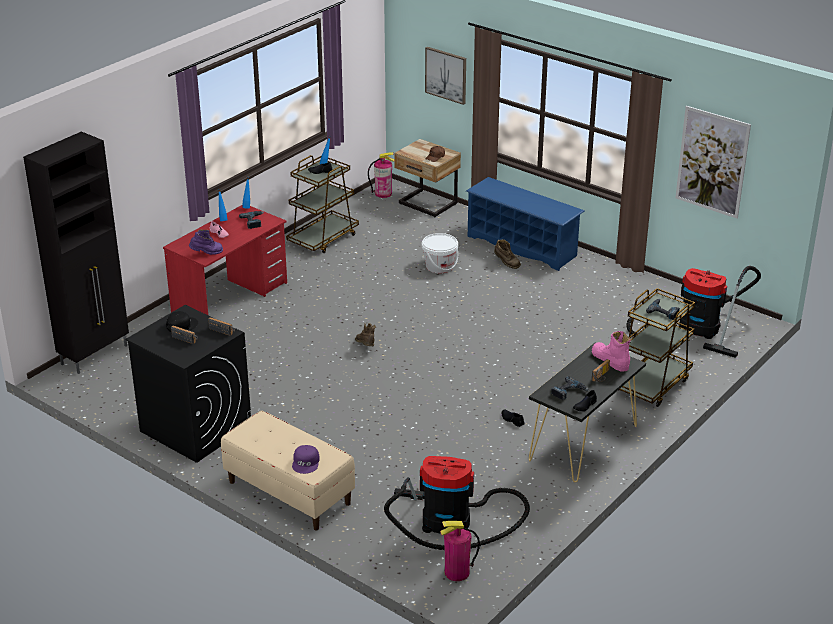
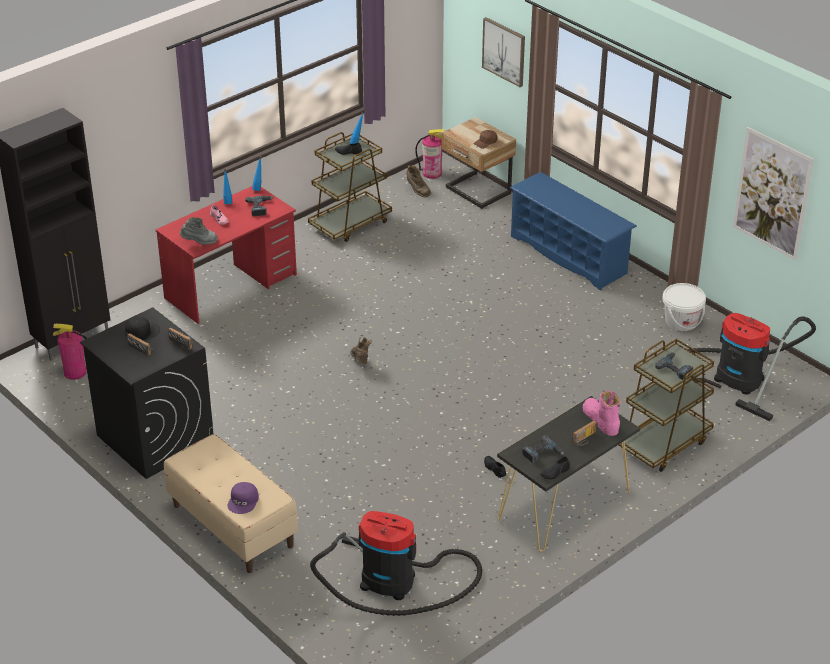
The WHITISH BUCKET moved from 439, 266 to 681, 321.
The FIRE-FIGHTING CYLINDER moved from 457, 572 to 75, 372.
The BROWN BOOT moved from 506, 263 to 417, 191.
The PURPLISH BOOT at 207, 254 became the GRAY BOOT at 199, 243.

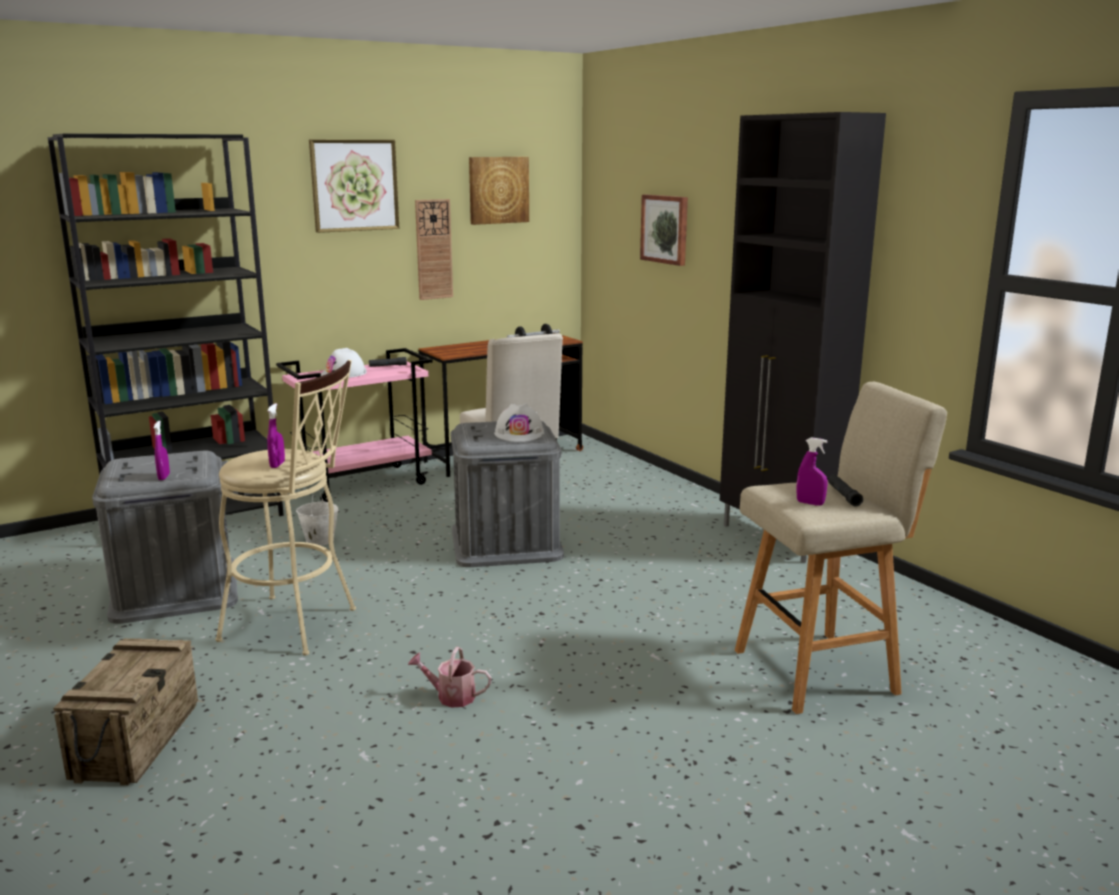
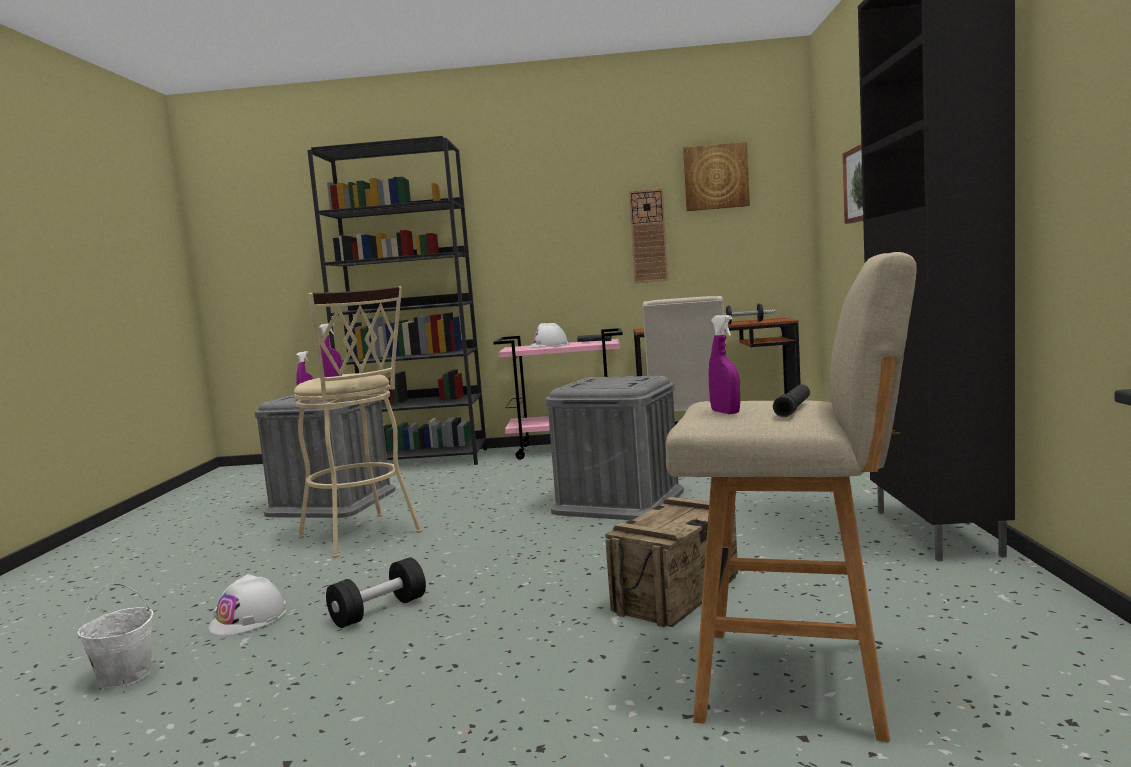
The PICTURE at 354, 185 disappeared.
The PACKING CRATE moved from 136, 740 to 676, 593.
The WHITISH BUCKET moved from 319, 540 to 125, 676.
The WHITISH SAFETY HELMET moved from 519, 433 to 249, 618.
The SPRINKLING CAN at 451, 696 was replaced by the BLACKISH FREE WEIGHT at 379, 611.

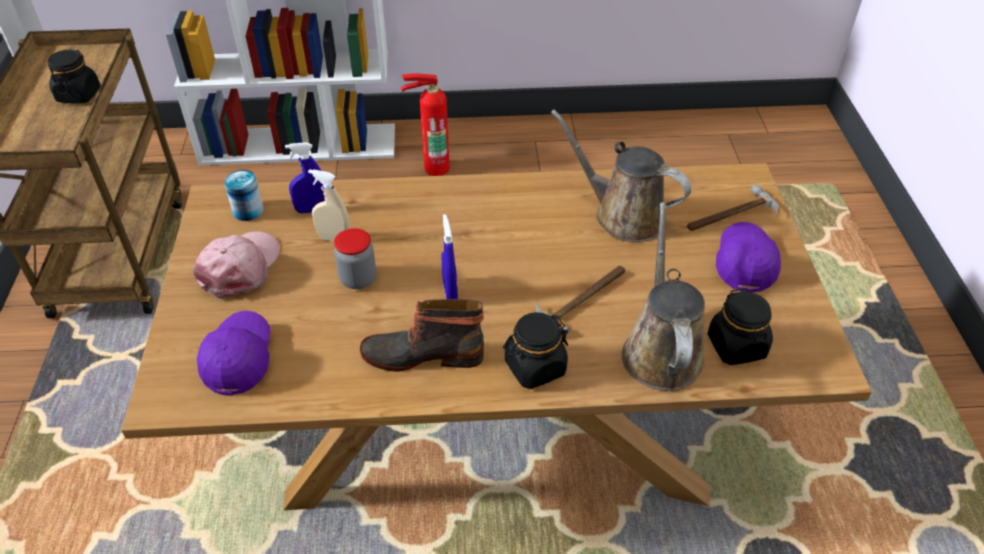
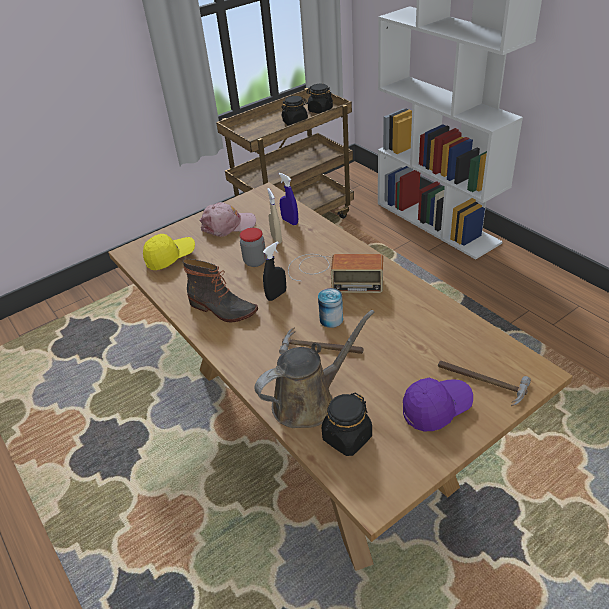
The FIRE-FIGHTING CYLINDER at 434, 167 disappeared.
The BROWN SPRINKLING CAN at 623, 215 disappeared.
The RADIO RECEIVER at 332, 274 appeared.
The METAL CAN moved from 248, 211 to 331, 319.
The BLACKISH JAR moved from 534, 367 to 320, 110.
The PURPLISH CAP at 239, 359 became the YELLOW-COLOURED CAP at 170, 257.
The BLUE SPRAYER at 450, 291 became the BLACKISH SPRAYER at 276, 295.
The BOOT at 423, 354 turned 150 degrees clockwise.

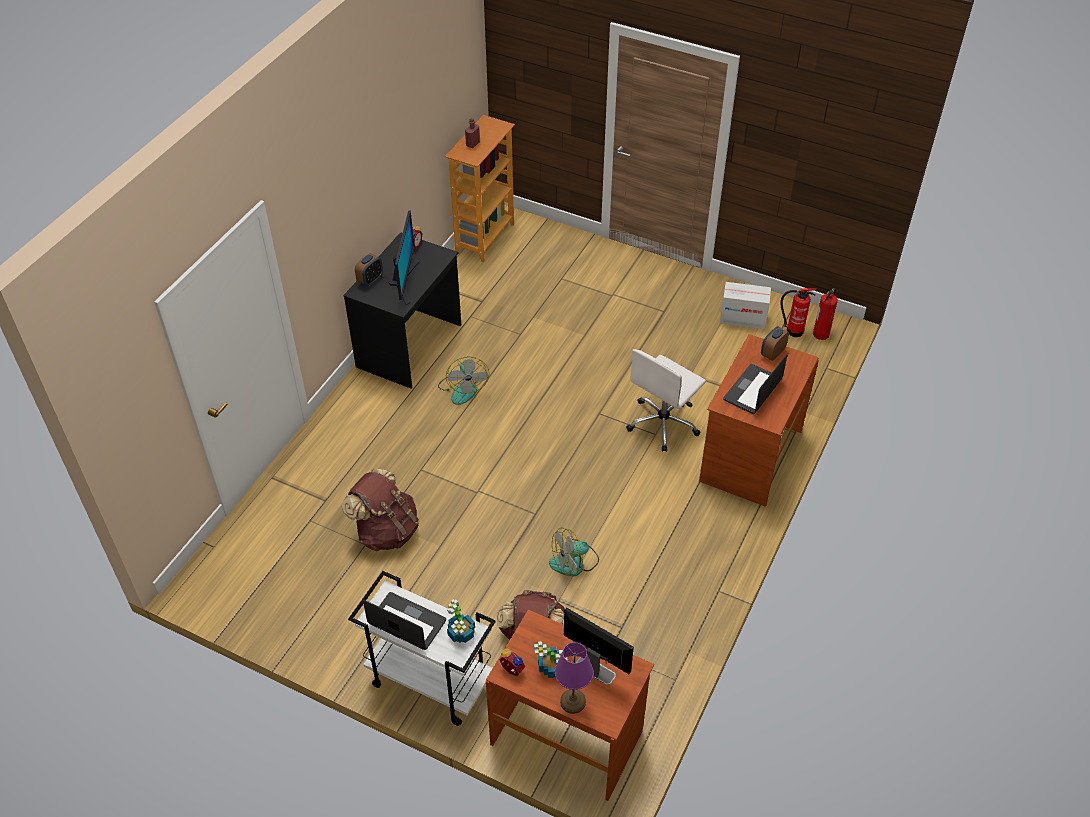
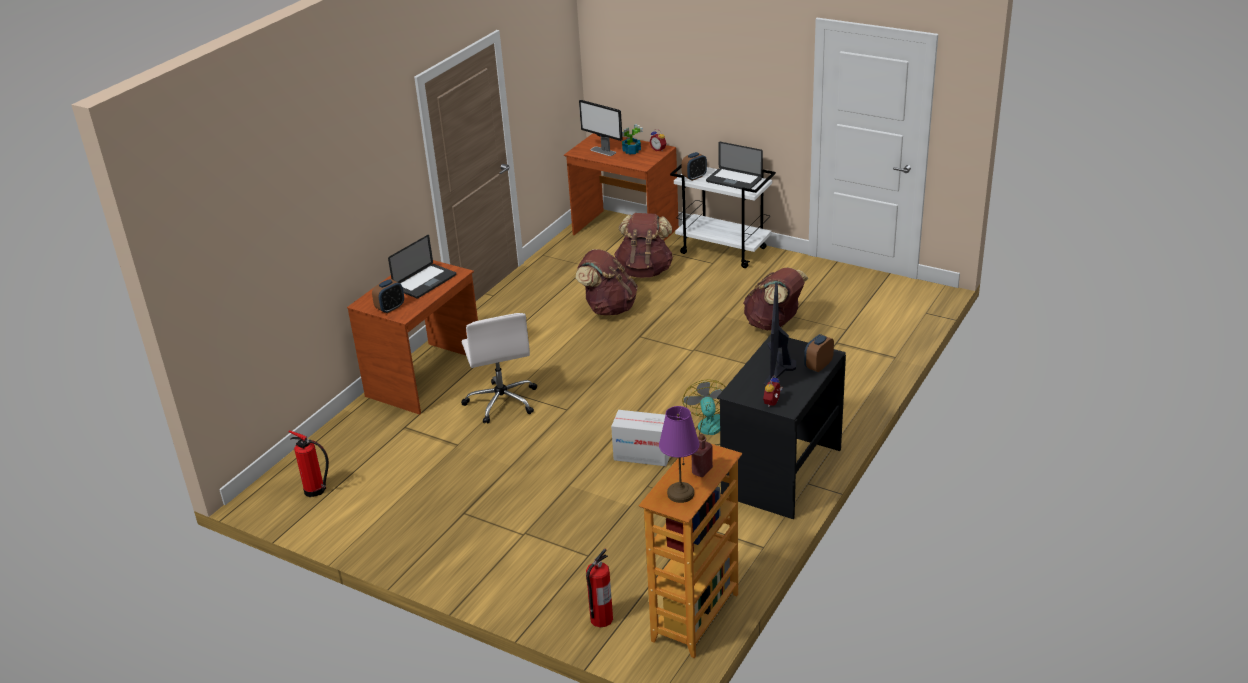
The PURPLISH TABLE LAMP moved from 573, 701 to 680, 494.
The CARDBOARD BOX moved from 742, 318 to 643, 454.
The FIRE-FIGHTING CYLINDER moved from 821, 333 to 601, 619.
The HOUSEPLANT at 461, 633 was replaced by the ALARM CLOCK at 694, 177.
The ELECTRIC FAN at 574, 562 was replaced by the BROWN BACKPACK at 608, 308.
The WHITISH COMPUTER CHAIR at 663, 423 turned 120 degrees clockwise.

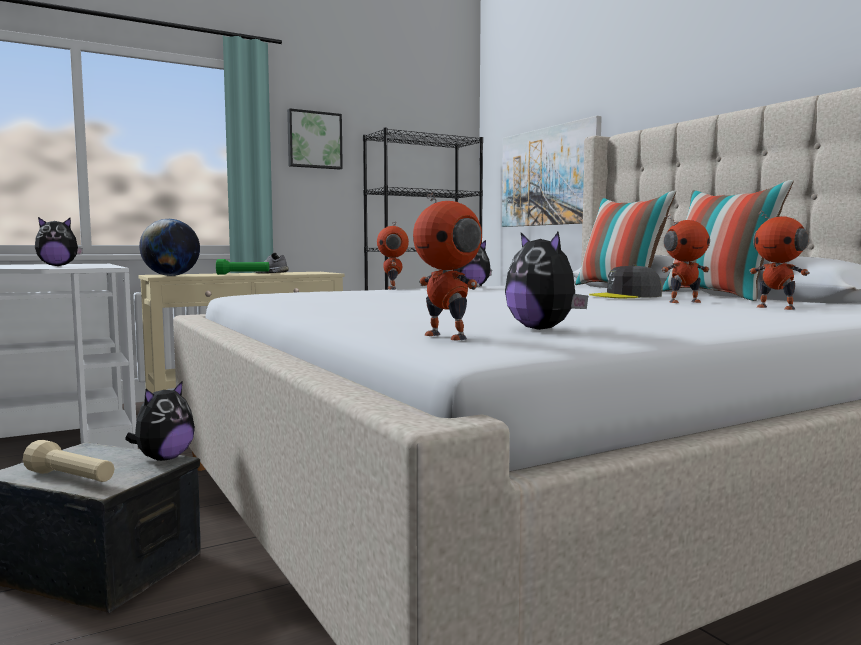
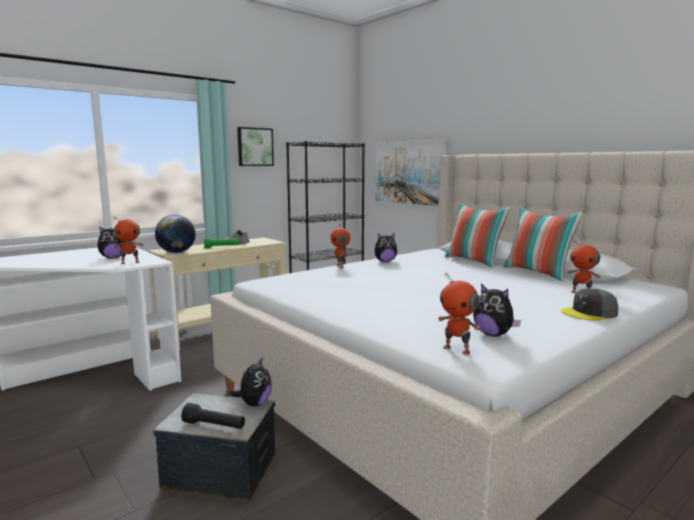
The GRAY CAP moved from 626, 296 to 589, 313.
The MODEL ROBOT moved from 684, 302 to 130, 262.
The SAND-COLOURED HAND TORCH at 71, 479 became the BLACKISH HAND TORCH at 214, 426.

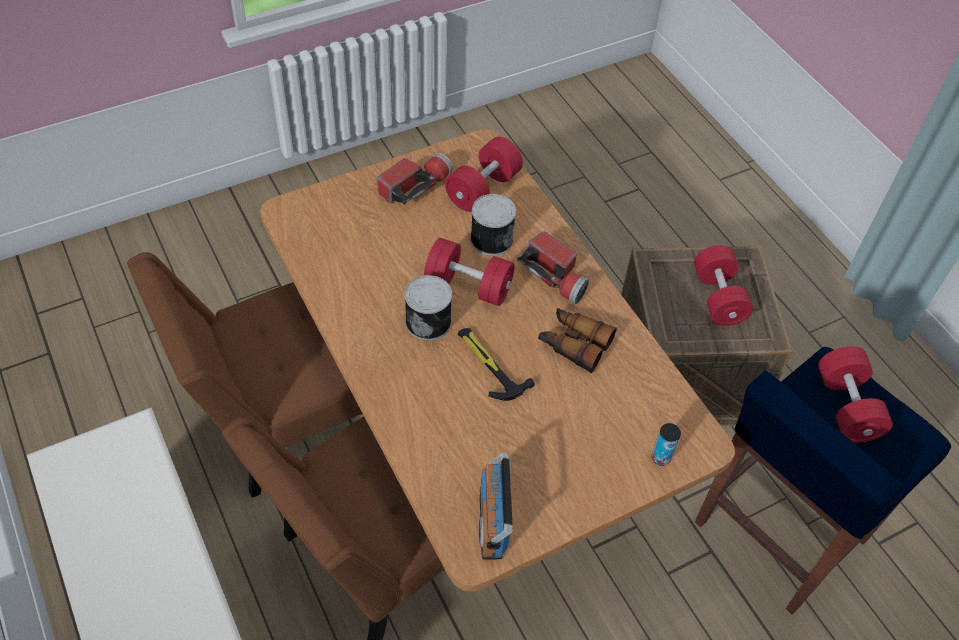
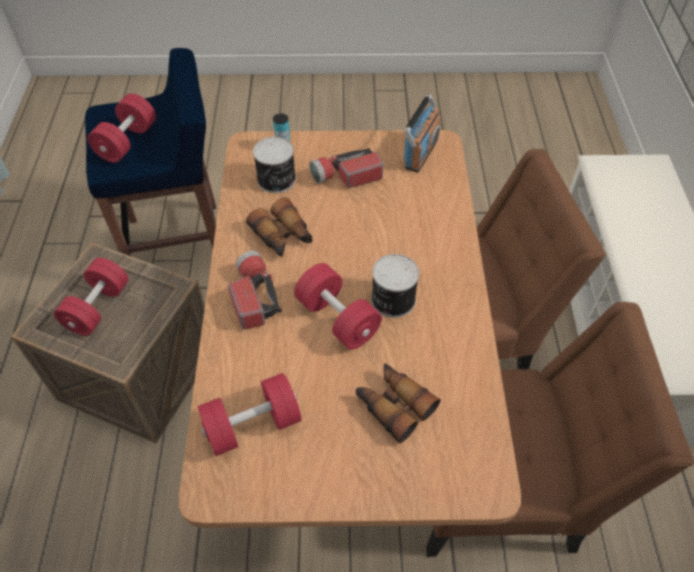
The TOOL HAMMER at 488, 364 disappeared.
The BINOCULARS at 393, 405 appeared.
The HAND TORCH moved from 415, 186 to 346, 176.
The METAL CAN moved from 490, 238 to 276, 180.

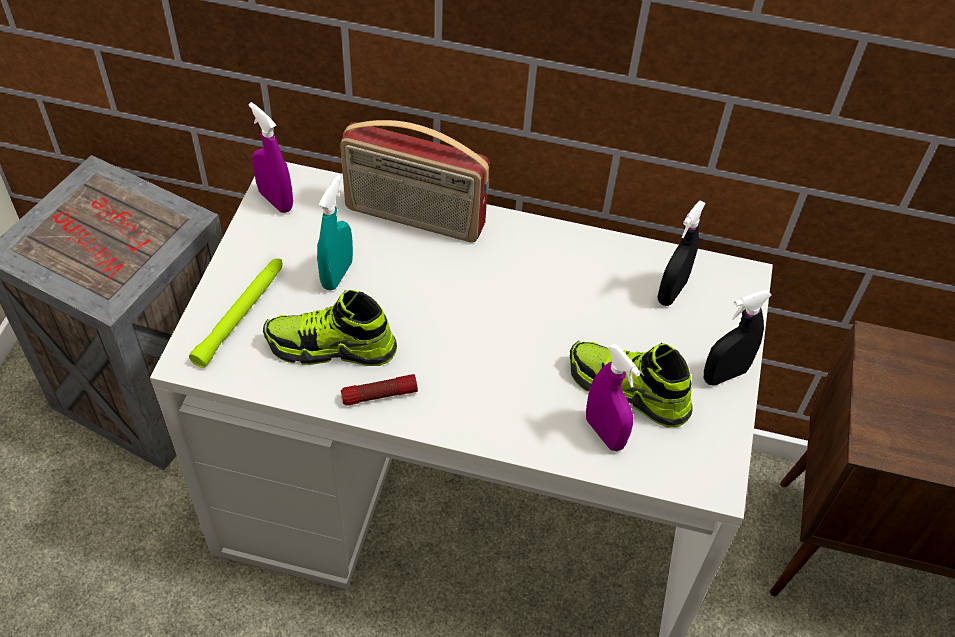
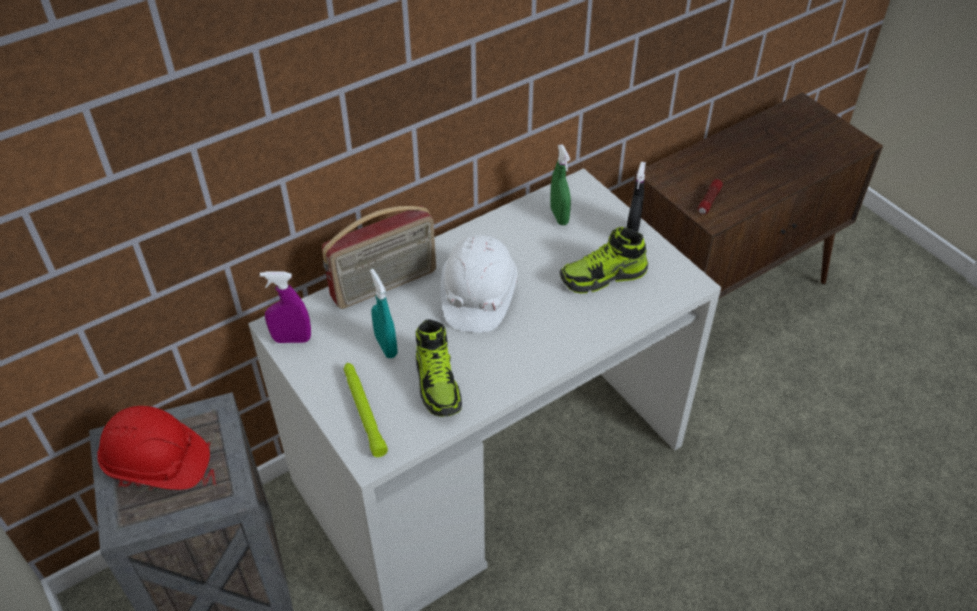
The PURPLISH SPRAYER at 604, 433 disappeared.
The RED SAFETY HELMET at 157, 463 appeared.
The WHITISH SAFETY HELMET at 478, 296 appeared.
The HAND TORCH moved from 379, 395 to 709, 201.
The BLACKISH SPRAYER at 672, 291 became the GREEN SPRAYER at 559, 216.
The ITEM OF FOOTWEAR at 331, 348 turned 60 degrees counterclockwise.

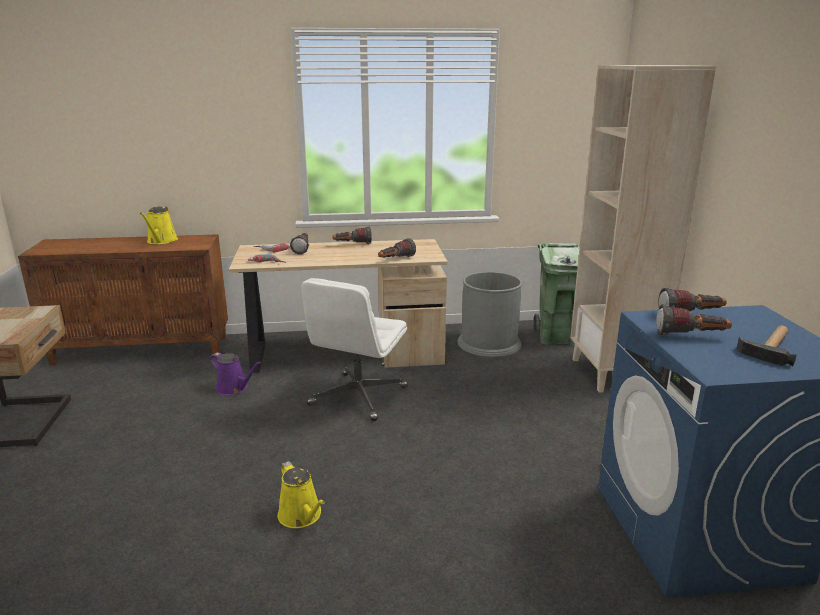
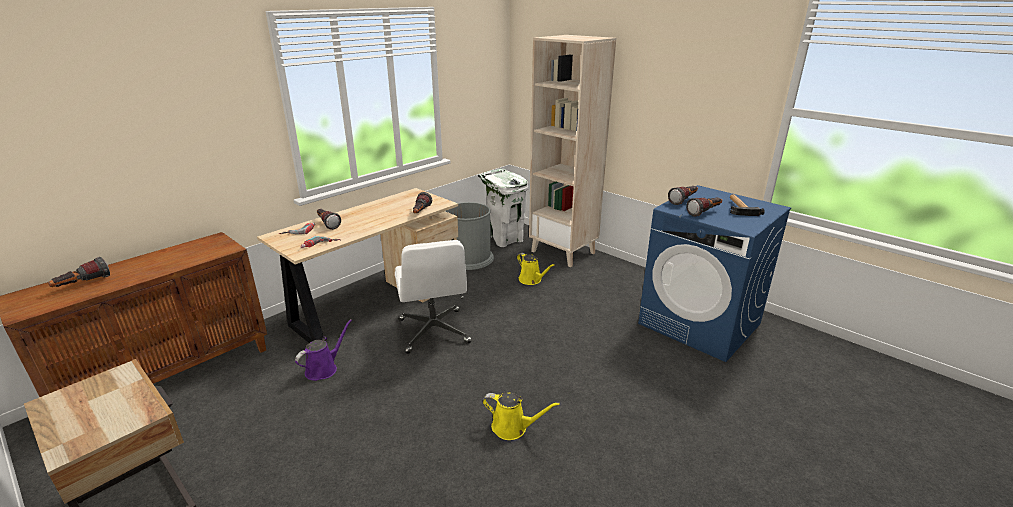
The YELLOW-COLOURED SPRINKLING CAN moved from 161, 241 to 531, 280.
The HAND TORCH moved from 352, 245 to 83, 284.
The GREEN RUBBISH BIN at 557, 337 became the WHITISH RUBBISH BIN at 505, 239.
The PURPLISH SPRINKLING CAN at 234, 388 turned 45 degrees counterclockwise.

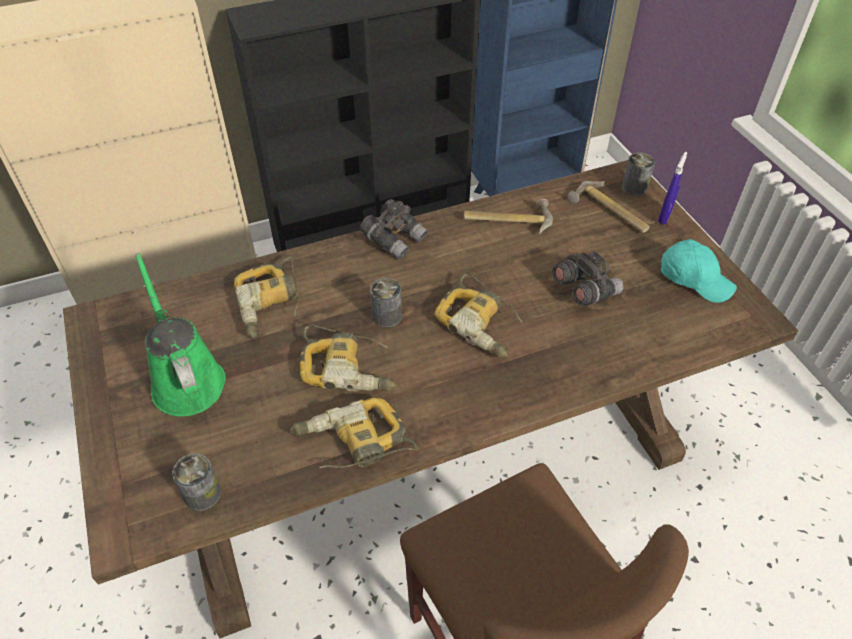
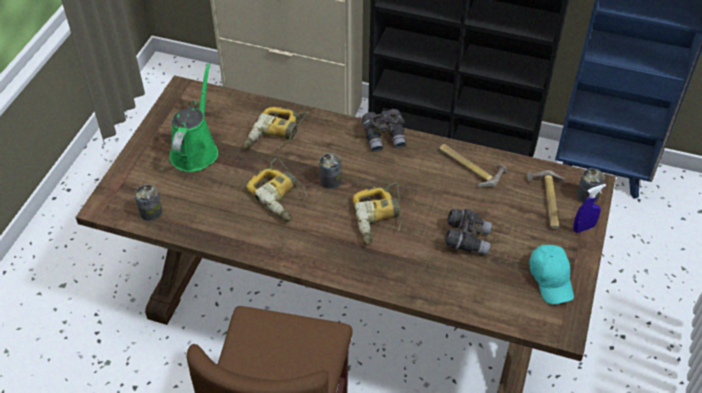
The POWER DRILL at 353, 444 disappeared.

